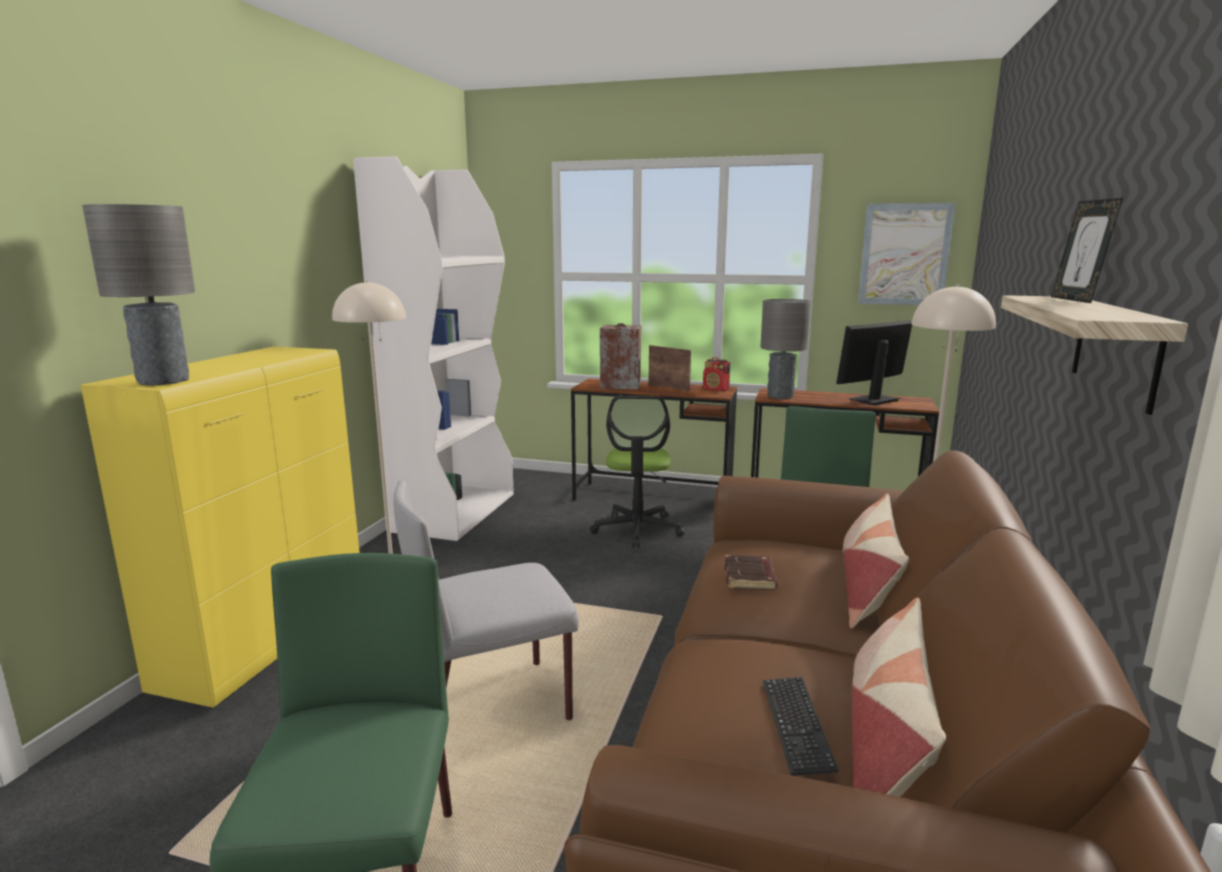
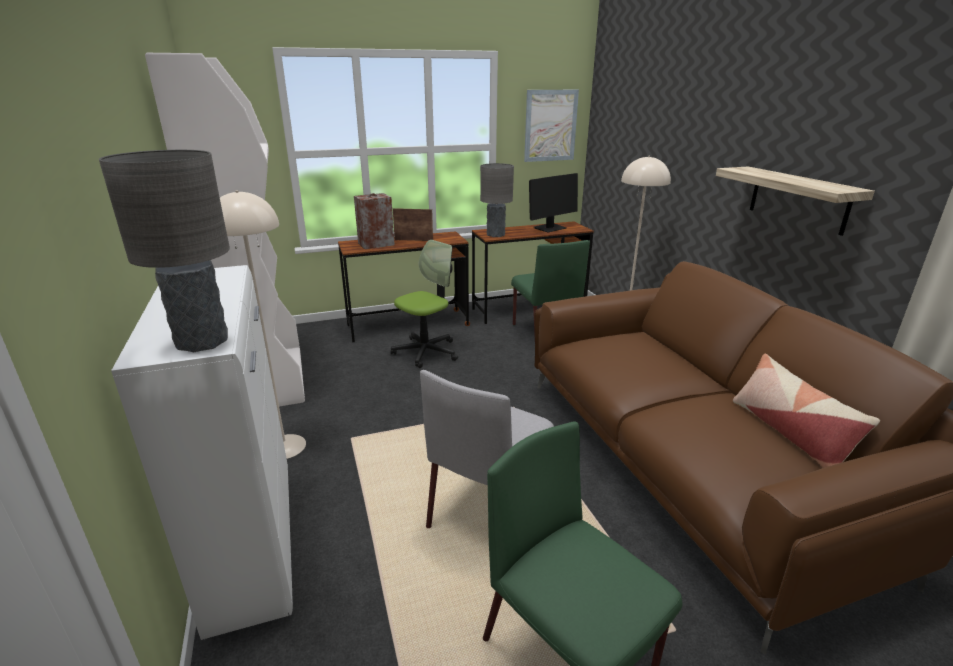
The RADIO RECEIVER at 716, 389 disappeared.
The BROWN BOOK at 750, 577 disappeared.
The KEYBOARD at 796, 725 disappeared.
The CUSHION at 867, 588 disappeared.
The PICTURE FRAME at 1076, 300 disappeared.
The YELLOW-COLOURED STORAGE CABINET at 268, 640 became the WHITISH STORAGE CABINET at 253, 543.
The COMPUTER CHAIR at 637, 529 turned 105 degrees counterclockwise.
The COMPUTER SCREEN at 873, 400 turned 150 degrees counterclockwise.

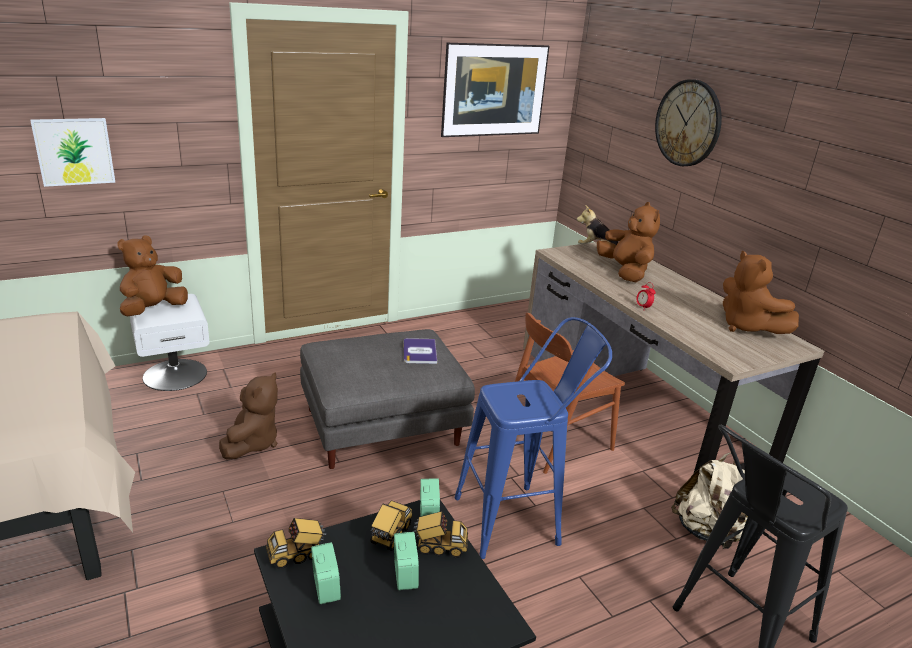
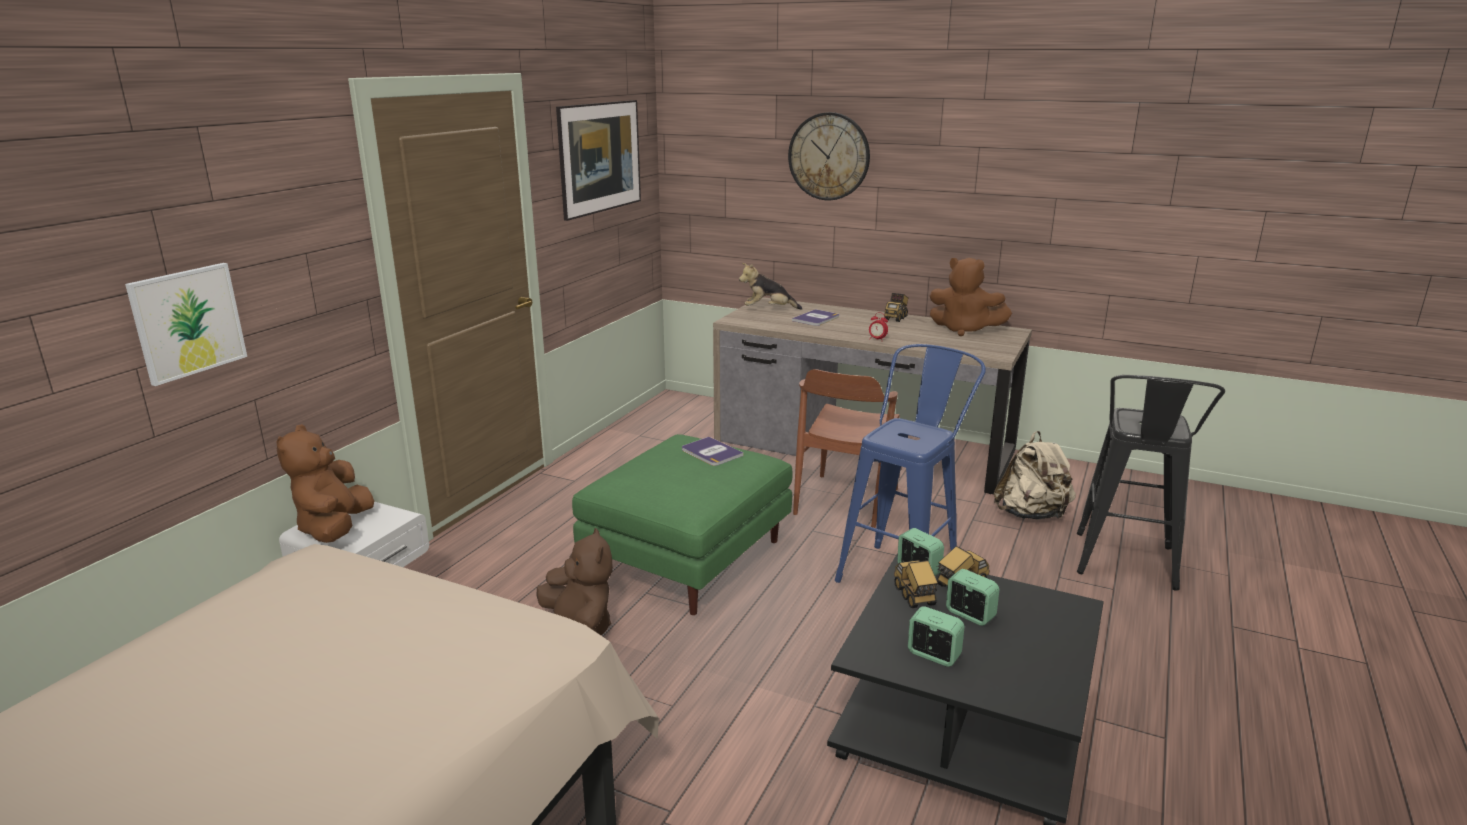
The TOY TRUCK moved from 297, 555 to 896, 318.
The BROWN SOFT TOY at 625, 272 was replaced by the BOOK at 816, 318.
The GRAY POUFFE at 384, 426 became the GREEN POUFFE at 688, 557.

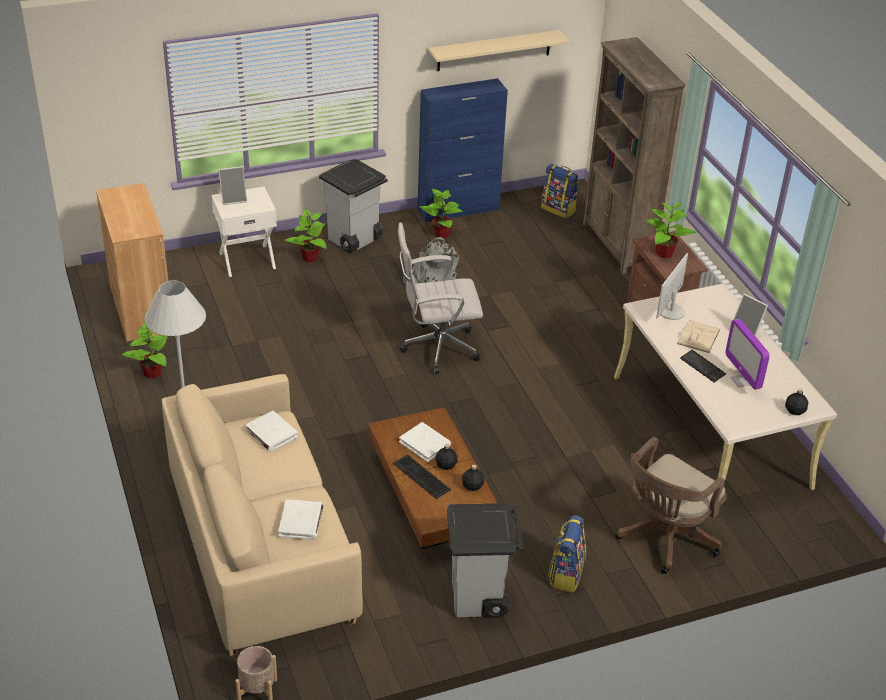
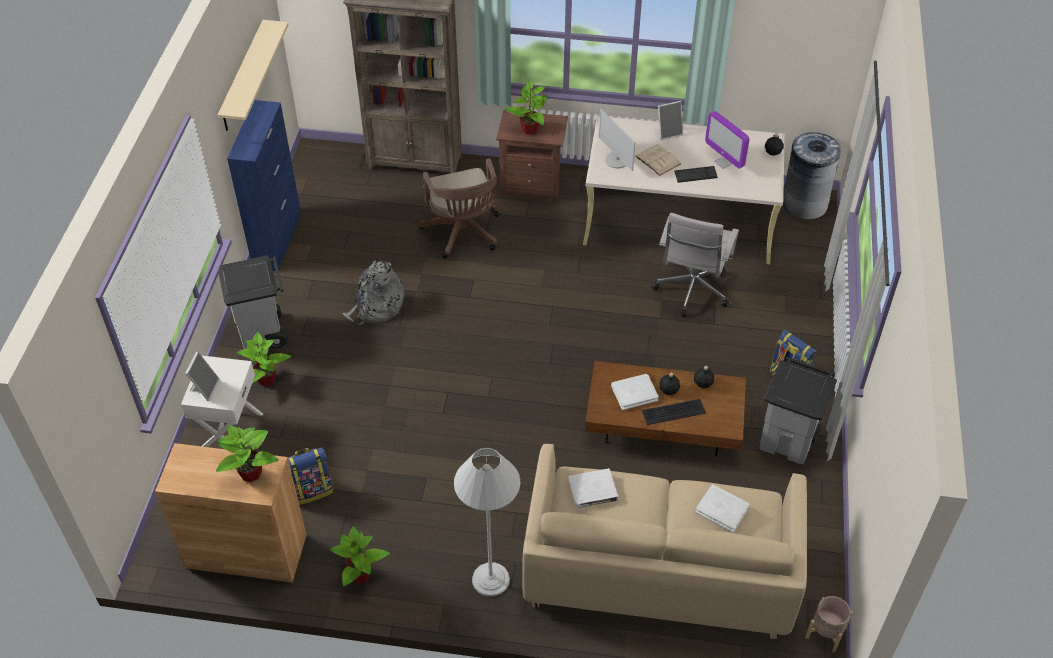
The GRAY RUBBISH BIN at 804, 203 appeared.
The WHITISH COMPUTER CHAIR moved from 436, 348 to 691, 292.
The HOUSEPLANT moved from 442, 234 to 251, 473.
The BACKPACK moved from 559, 209 to 311, 490.
The BROWN COMPUTER CHAIR moved from 664, 539 to 463, 234.
The COMPUTER SCREEN at 742, 381 turned 45 degrees clockwise.

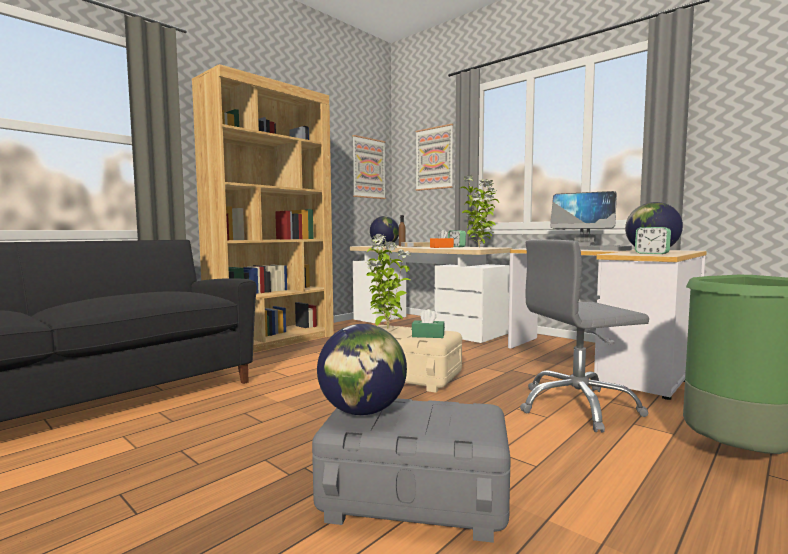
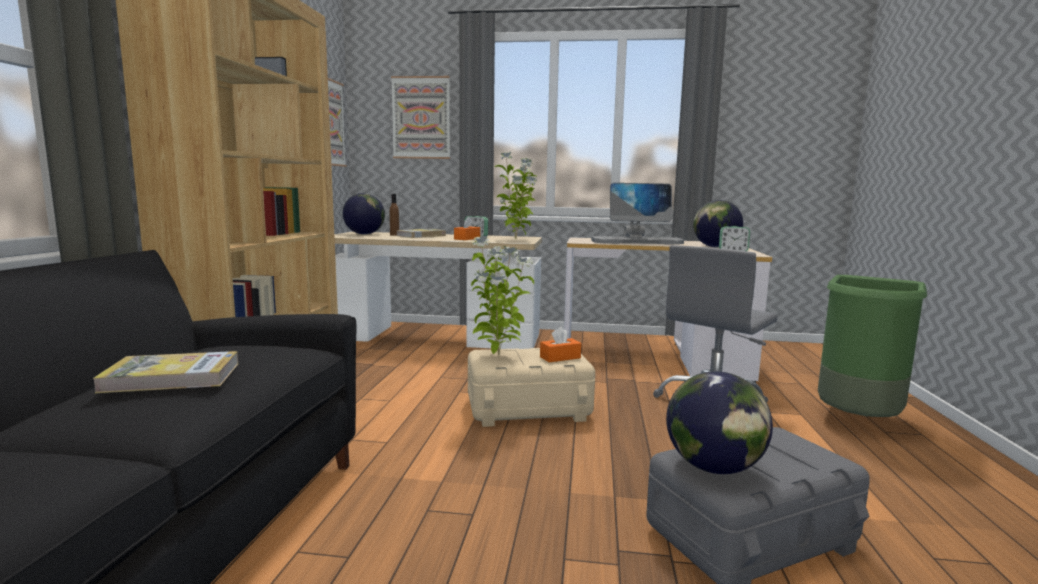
The BOOK at 172, 377 appeared.
The GREEN BOX OF TISSUES at 428, 335 became the ORANGEY BOX OF TISSUES at 560, 357.

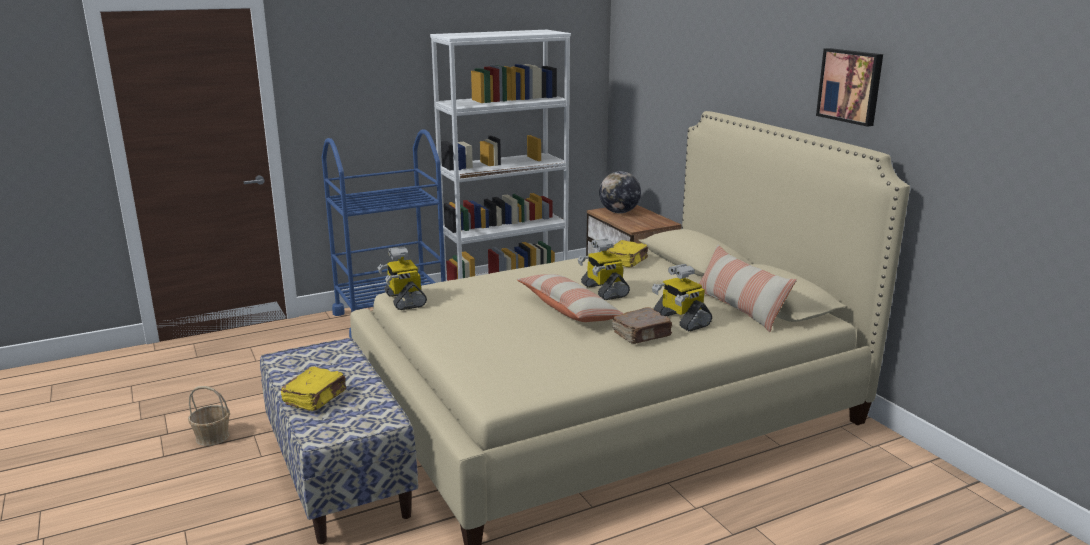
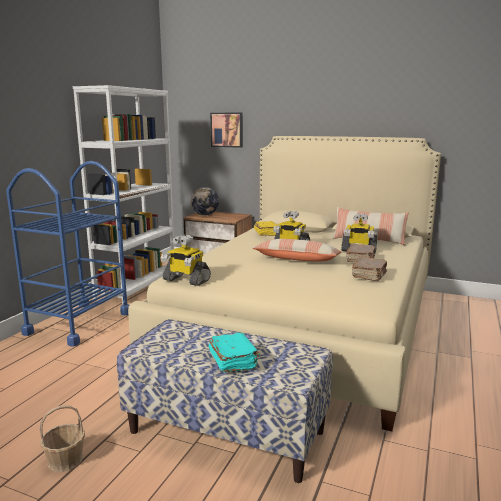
The BROWN BOOK at 369, 276 appeared.
The PICTURE moved from 851, 86 to 227, 129.
The YELLOW-COLOURED BOOK at 316, 398 became the BLUE-GREEN BOOK at 233, 361.

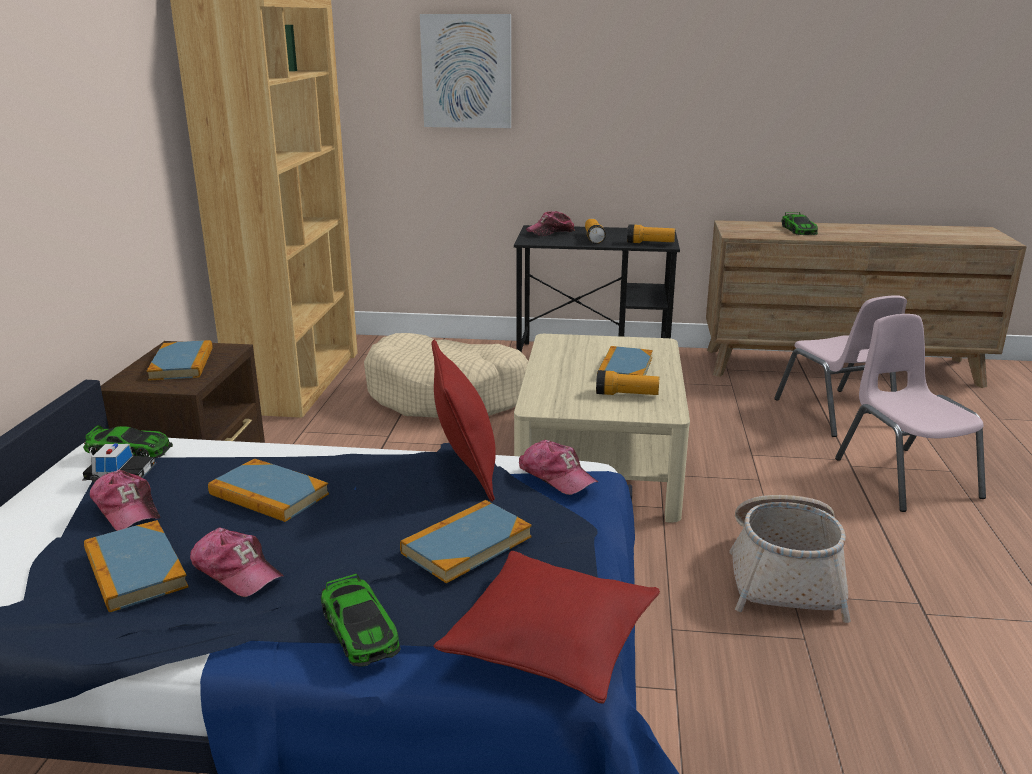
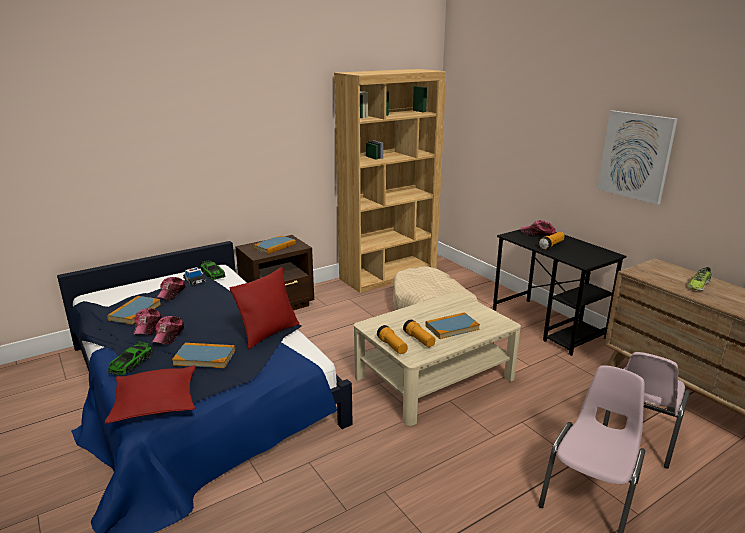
The BOOK at 269, 494 disappeared.
The HOUSEHOLD BASKET at 784, 574 disappeared.
The PICTURE moved from 467, 71 to 636, 156.
The CAP moved from 556, 476 to 168, 335.
The HAND TORCH moved from 650, 243 to 392, 346.
The MODEL CAR at 798, 230 was replaced by the ITEM OF FOOTWEAR at 698, 285.

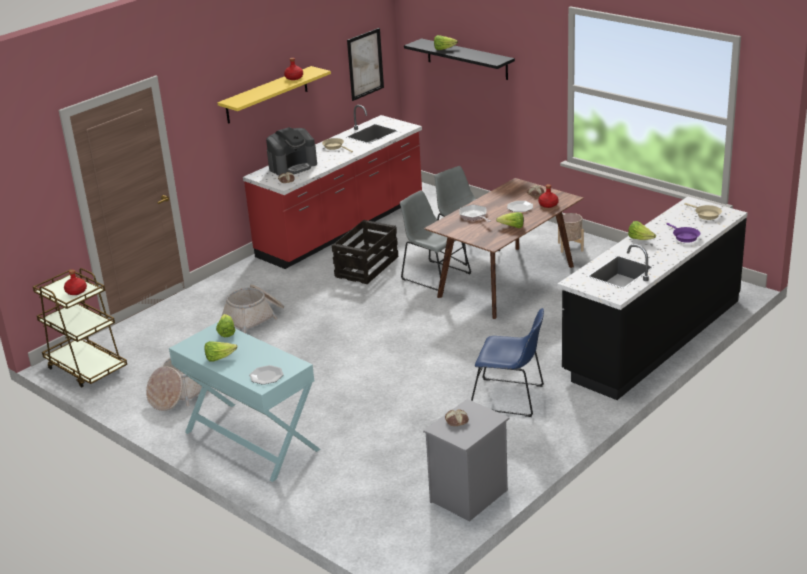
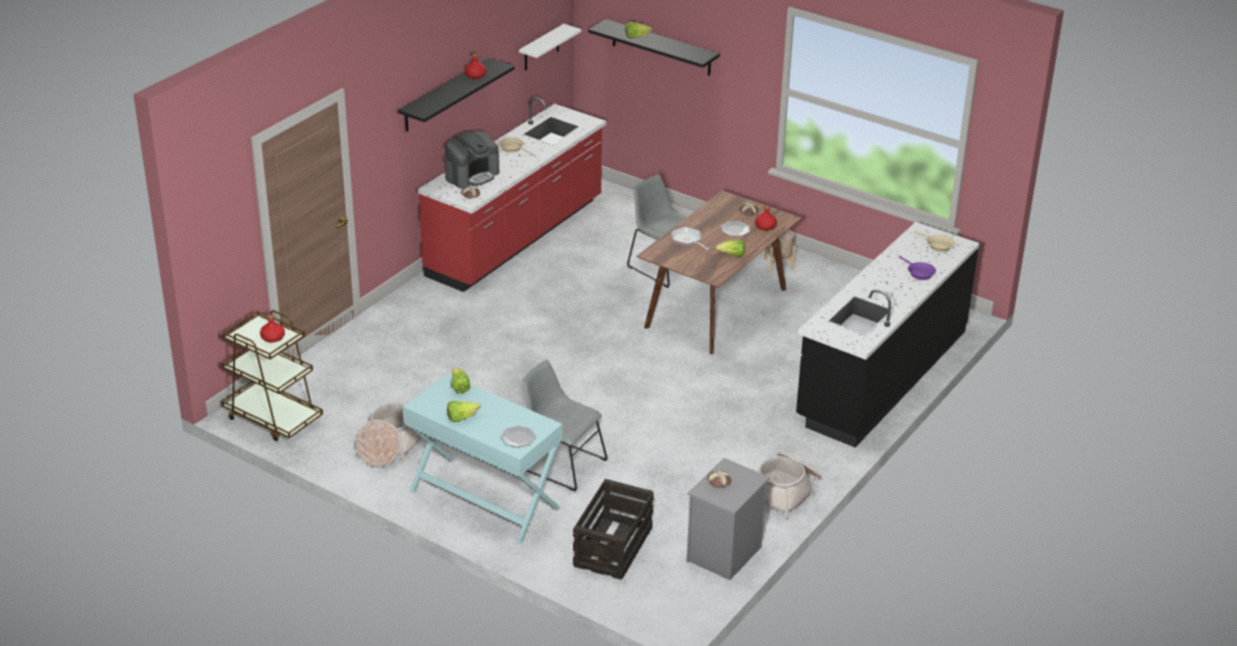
The BLUE PLAIN CHAIR at 510, 398 disappeared.
The LETTUCE HEAD at 640, 239 disappeared.
The HOUSEHOLD BASKET moved from 255, 317 to 785, 492.
The PACKING CRATE moved from 367, 266 to 613, 546.
The GRAY PLAIN CHAIR moved from 433, 275 to 560, 463.
The PICTURE at 365, 64 was replaced by the WHITISH SHELF at 541, 48.
The YELLOW-COLOURED SHELF at 267, 95 became the BLACKISH SHELF at 445, 95.

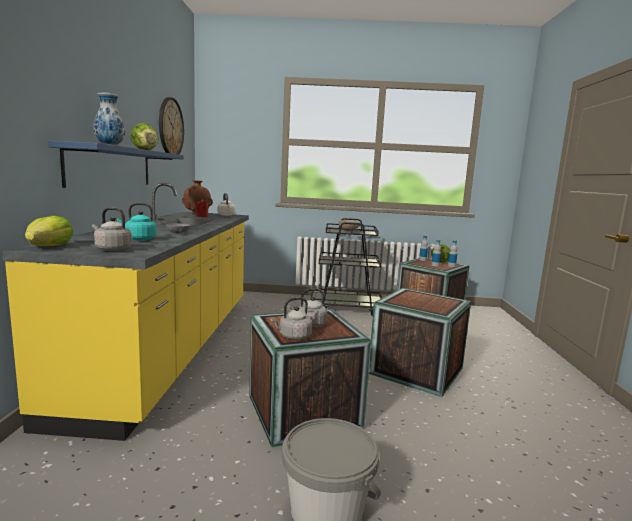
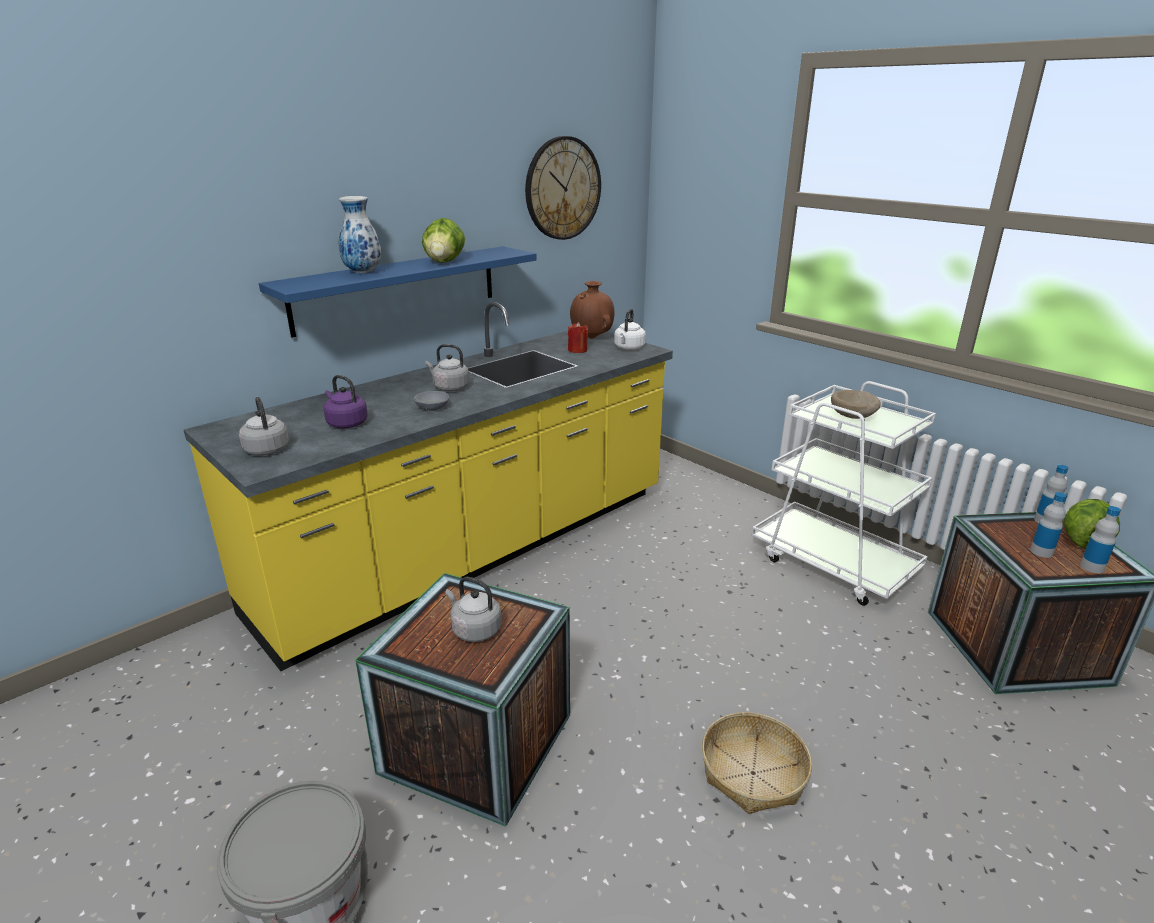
The LETTUCE HEAD at 50, 247 disappeared.
The GRAY TEA KETTLE moved from 293, 337 to 449, 387.
The PACKING CRATE at 416, 371 was replaced by the HOUSEHOLD BASKET at 753, 773.
The BLUE-GREEN TEA KETTLE at 139, 239 became the PURPLISH TEA KETTLE at 346, 423.
The BLACKISH CART at 346, 308 became the WHITISH CART at 833, 564.

